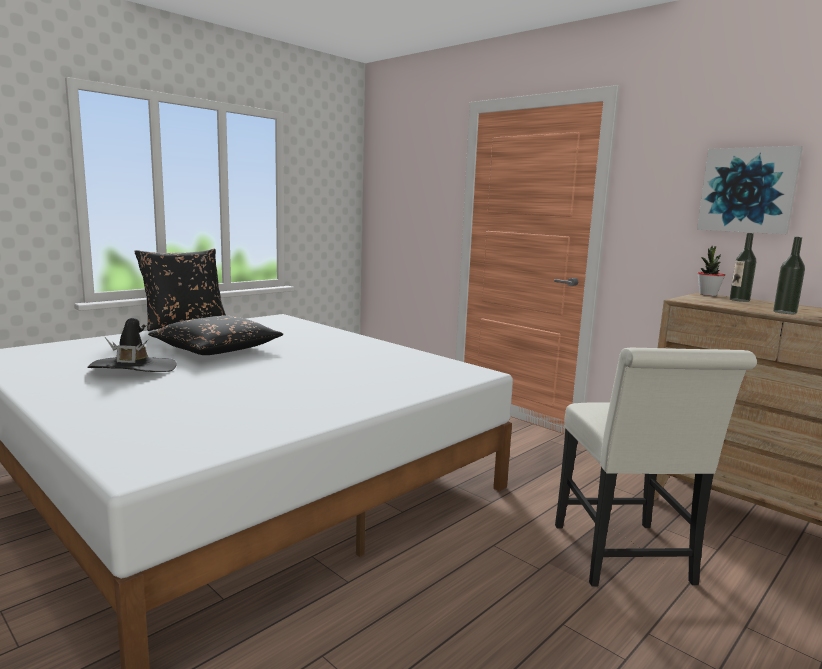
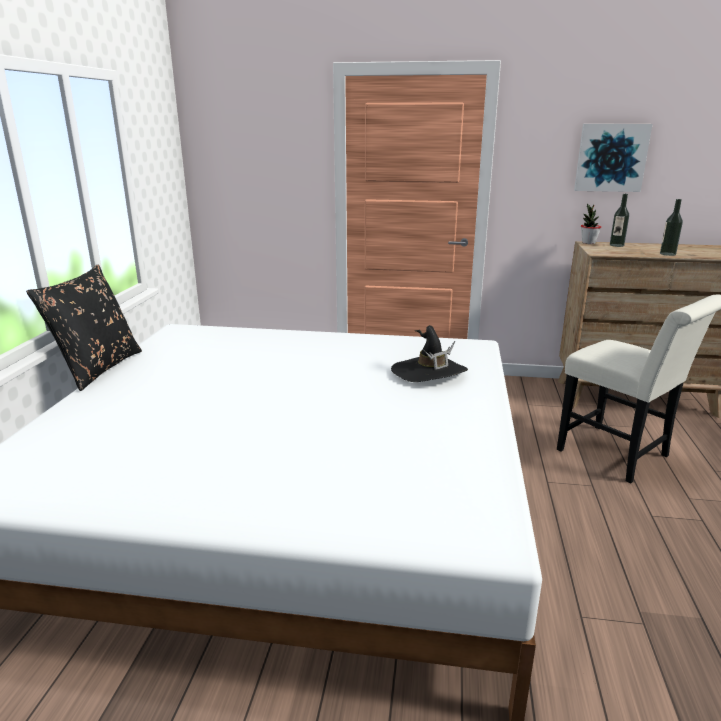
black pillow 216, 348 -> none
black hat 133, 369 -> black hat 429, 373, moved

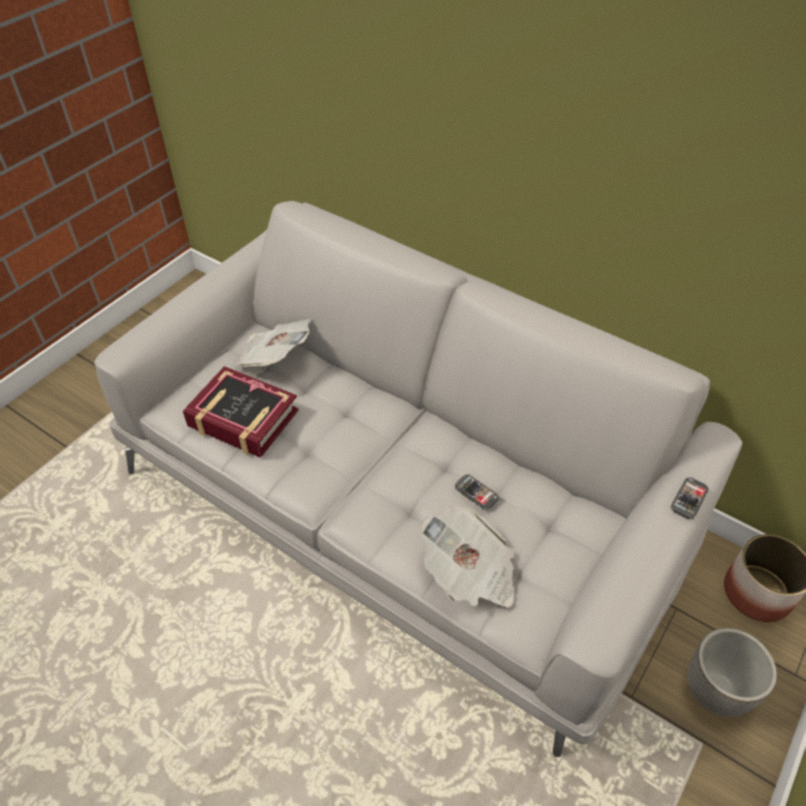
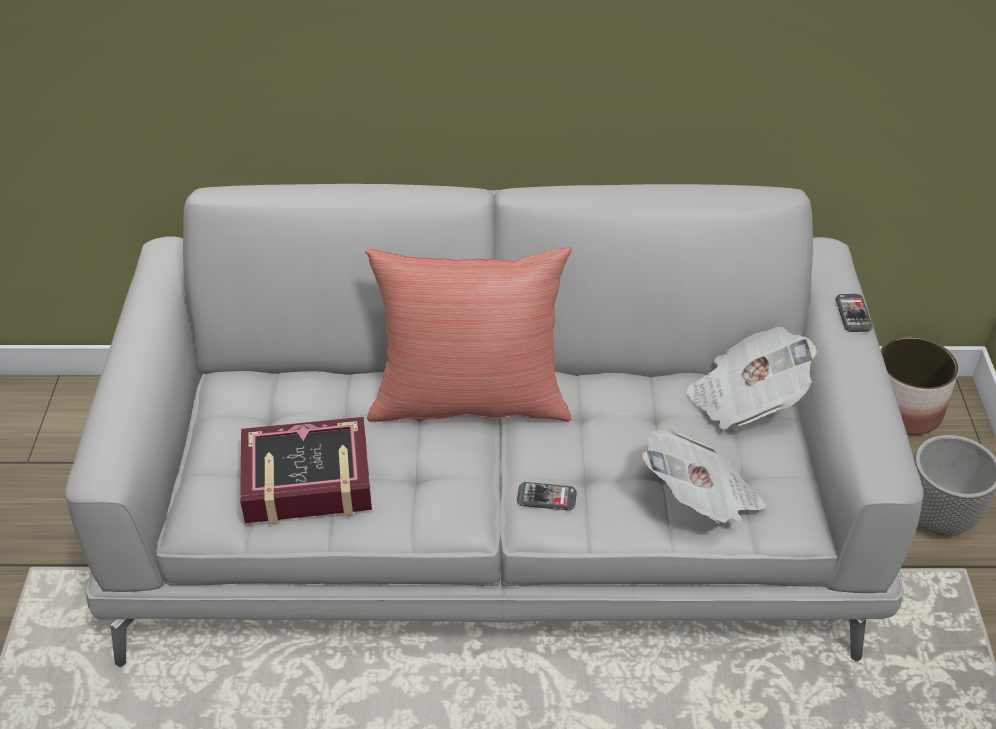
none -> red pillow 470, 400
newspaper 275, 357 -> newspaper 745, 399, moved
phone 476, 493 -> phone 546, 497, moved

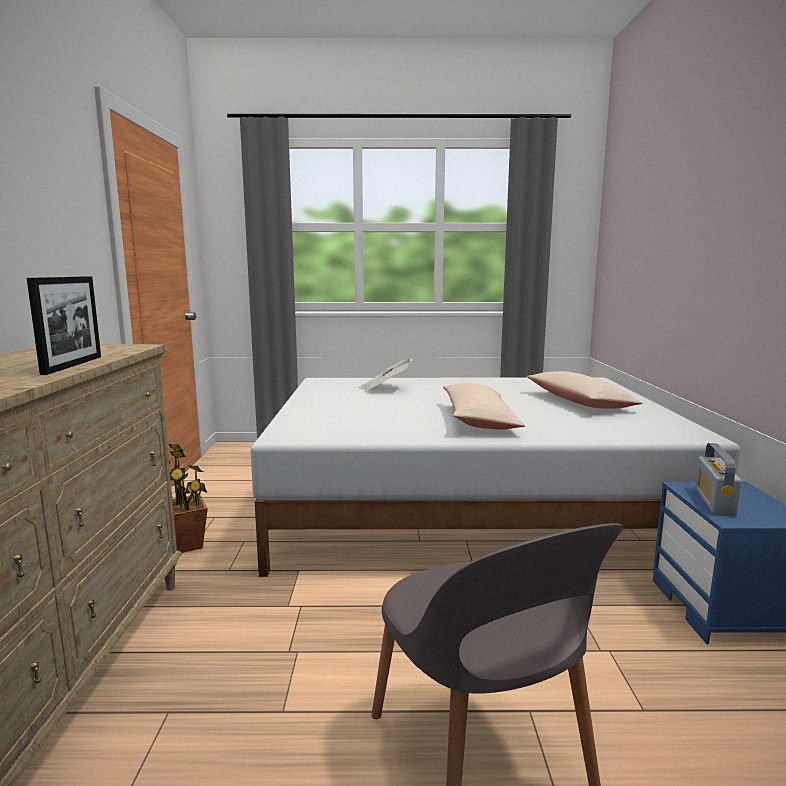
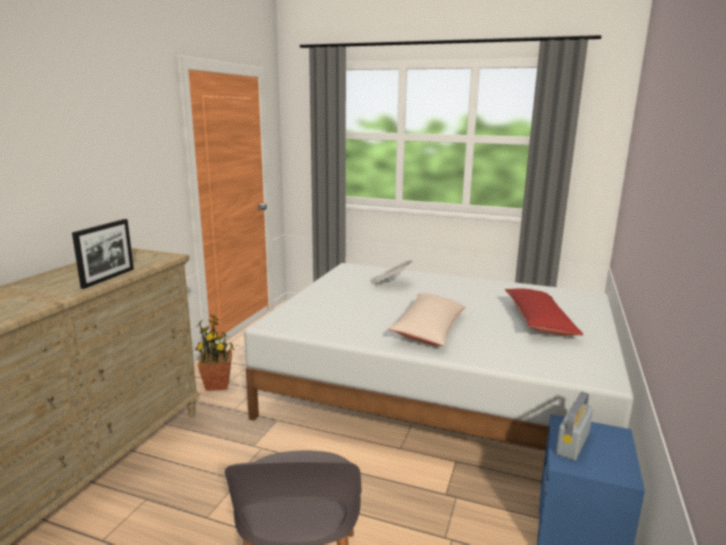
beige pillow 579, 402 -> red pillow 539, 321

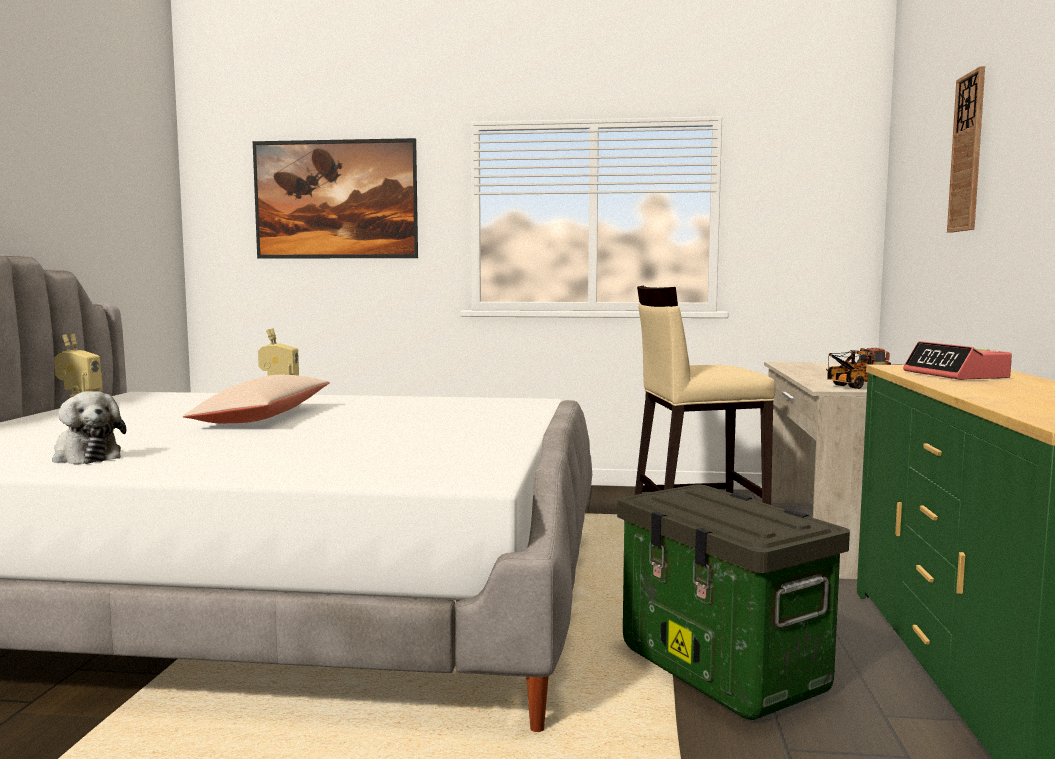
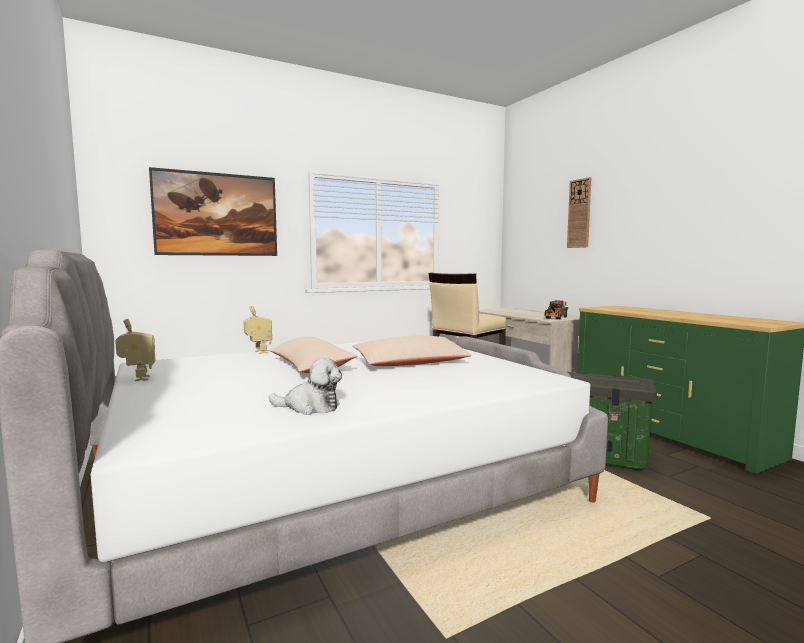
alarm clock 956, 375 -> none
none -> beige pillow 411, 363

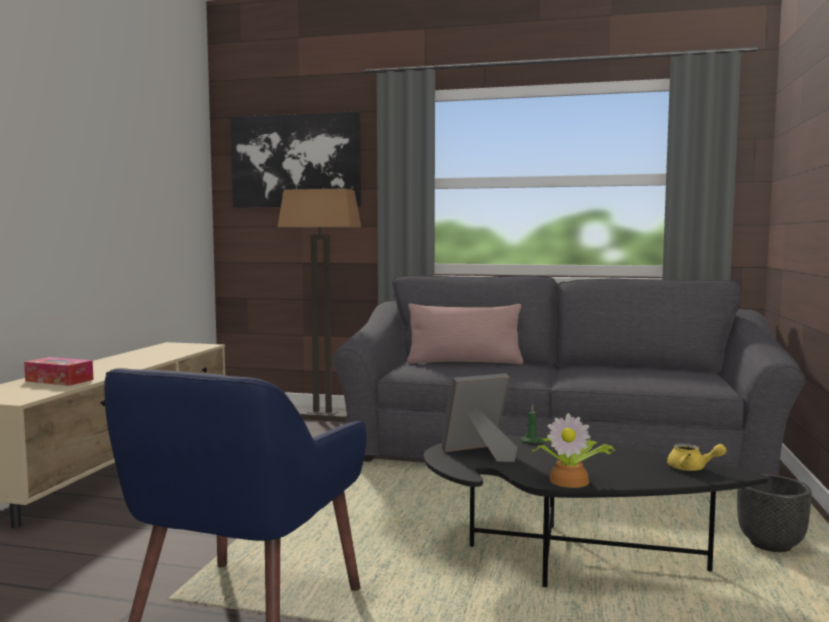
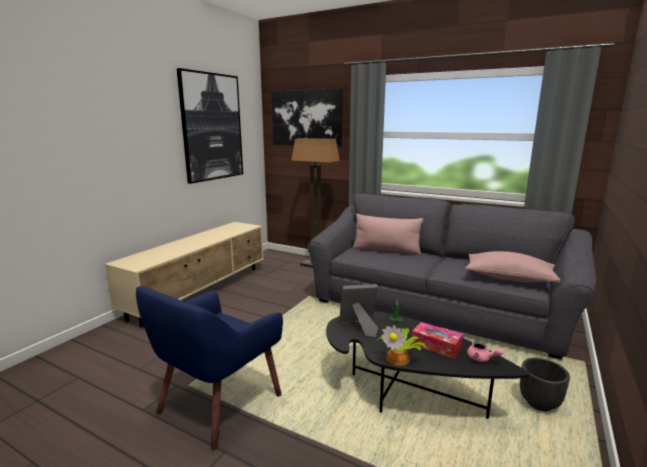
none -> picture 212, 127
none -> pink pillow 508, 278
tissue box 59, 380 -> tissue box 436, 346, moved
yellow teapot 692, 468 -> pink teapot 481, 358

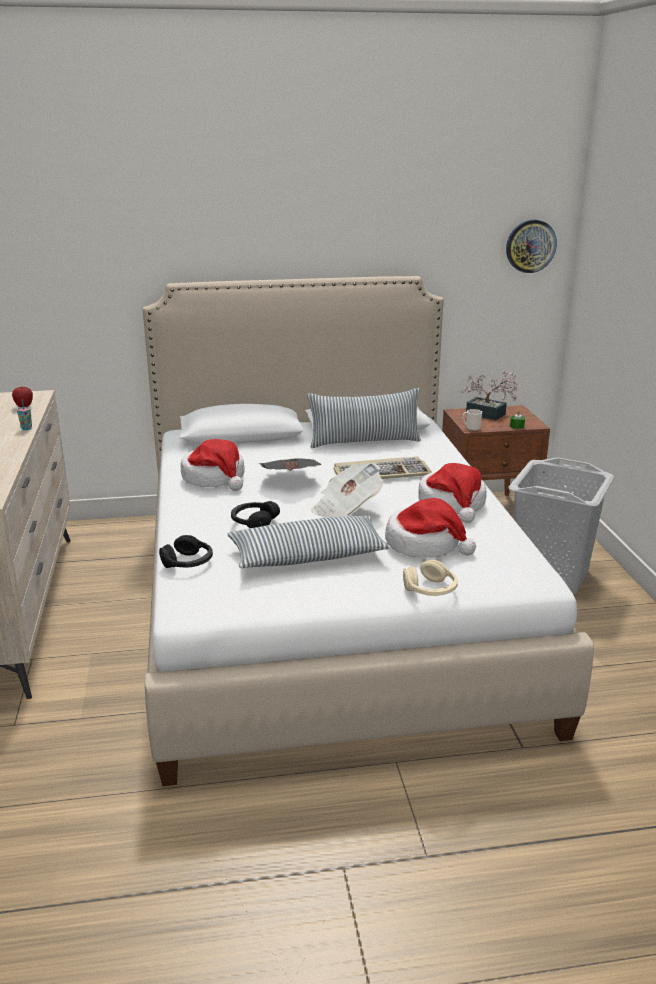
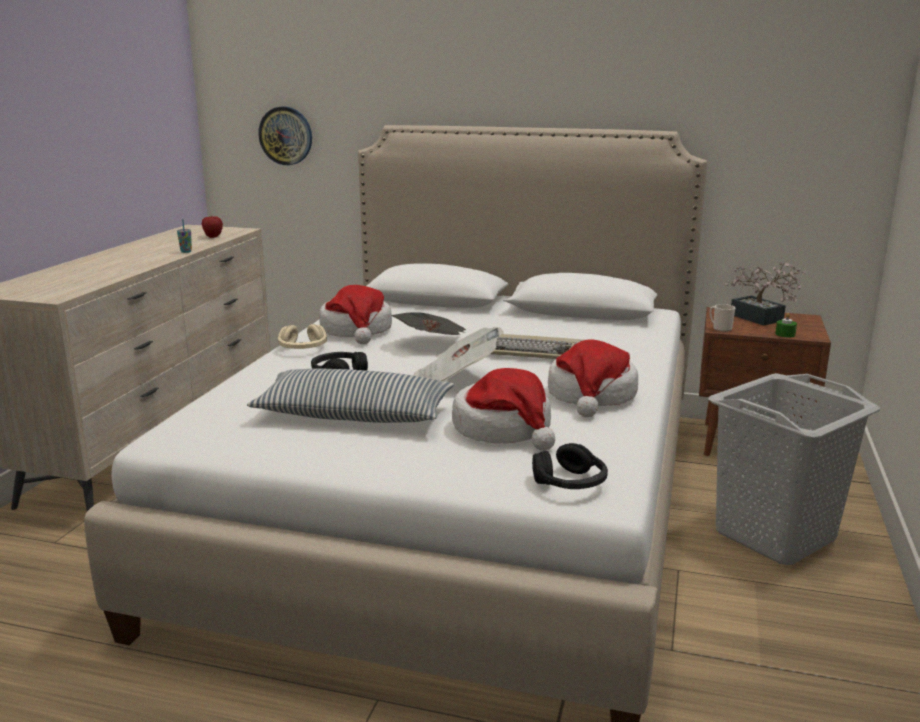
pillow 364, 442 -> none
black headphones 188, 563 -> black headphones 570, 483, moved
beige headphones 430, 590 -> beige headphones 303, 349, moved
wall clock 530, 246 -> wall clock 286, 136, moved

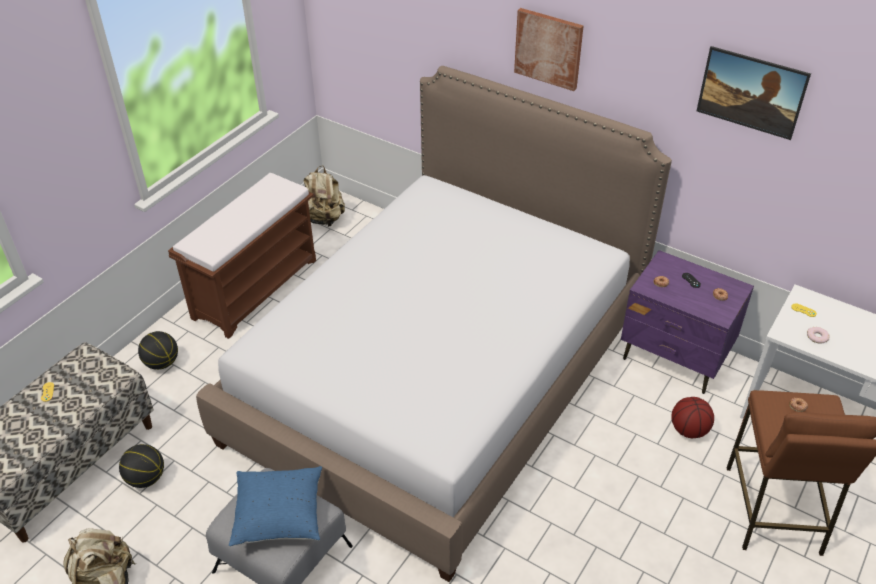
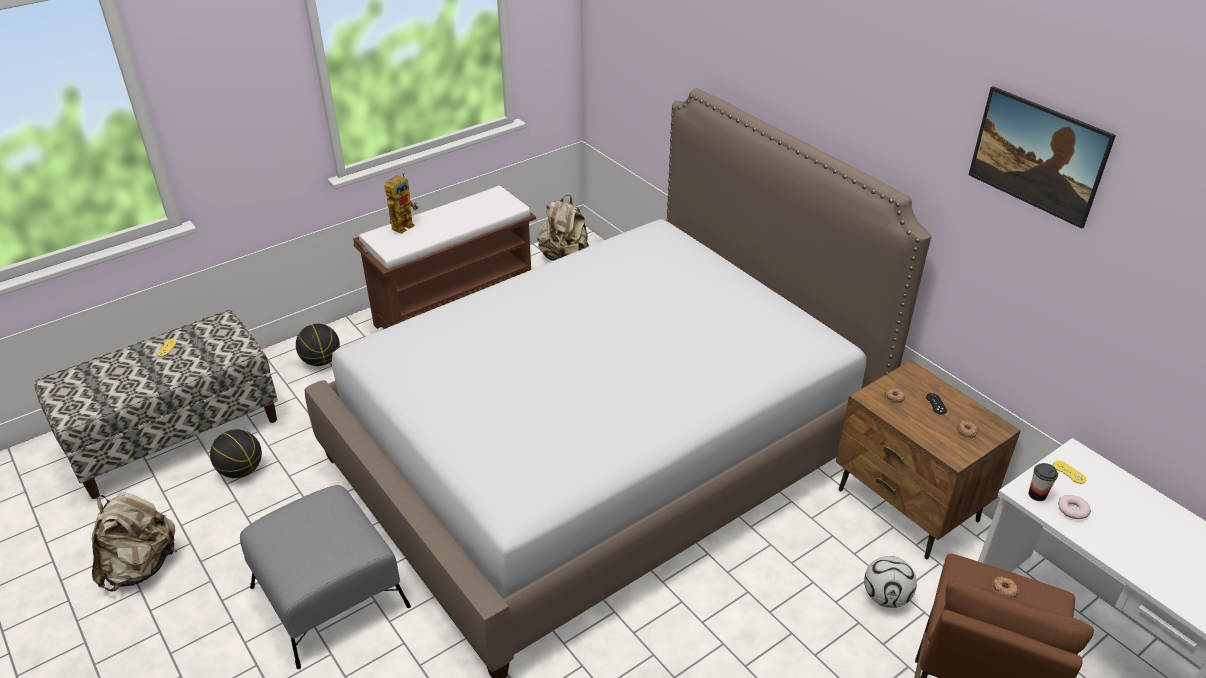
blue pillow 279, 515 -> none
picture 548, 48 -> none
none -> toy robot 404, 224
none -> cup 1037, 495
basketball 689, 430 -> football 886, 597
purple nightstand 675, 358 -> brown nightstand 908, 506

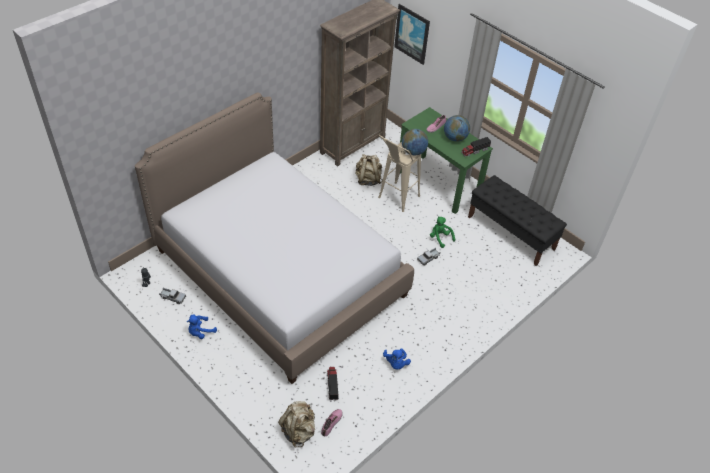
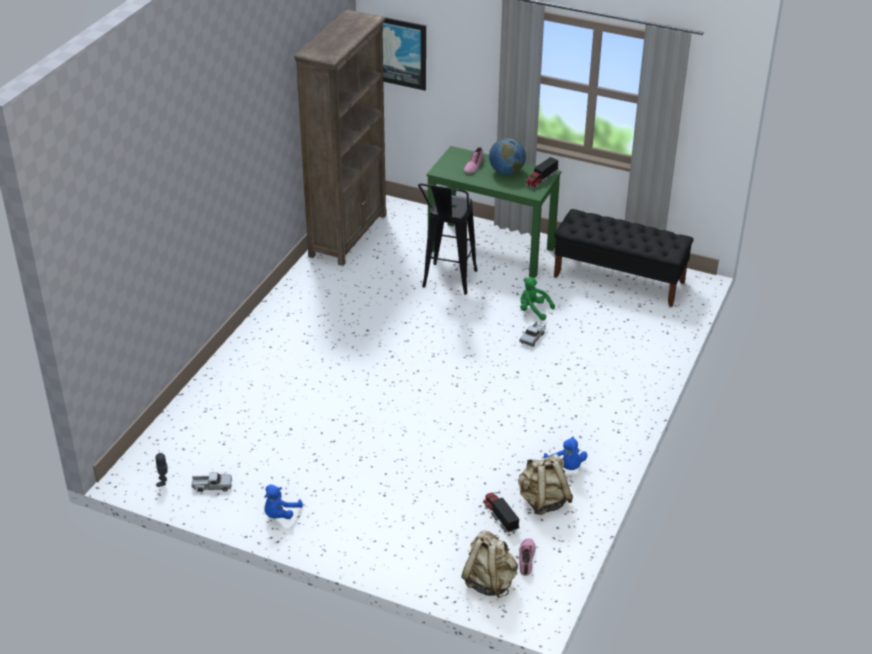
bed 279, 272 -> none
globe 413, 152 -> none
beige backpack 368, 179 -> beige backpack 543, 501, moved
beige stool 395, 200 -> black stool 447, 284

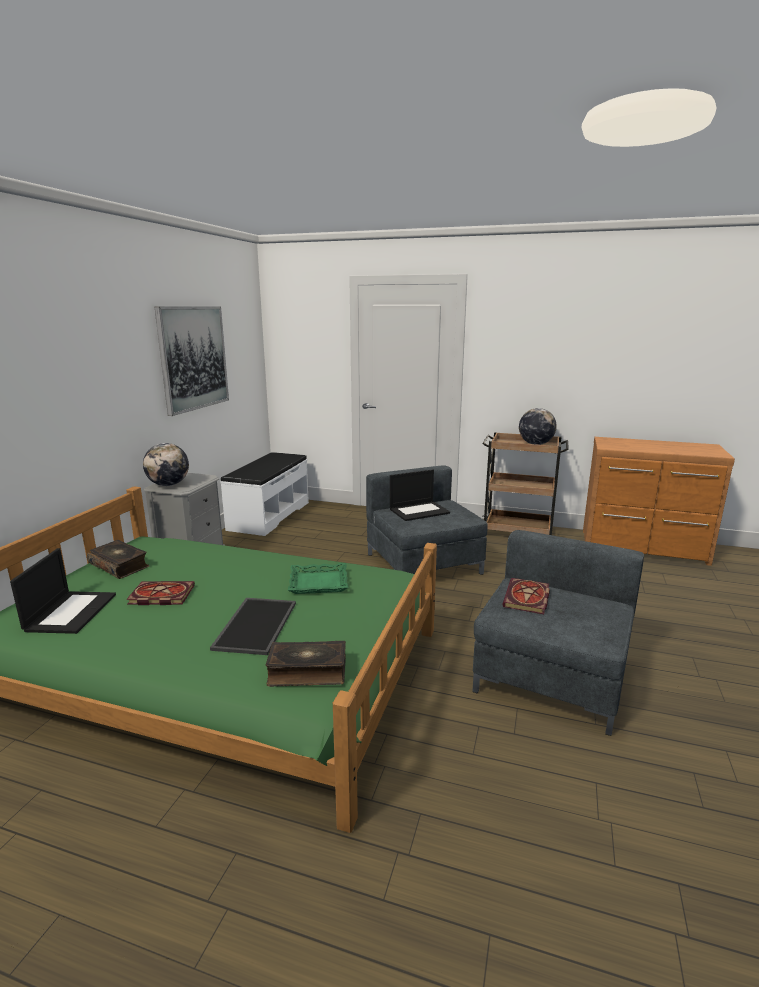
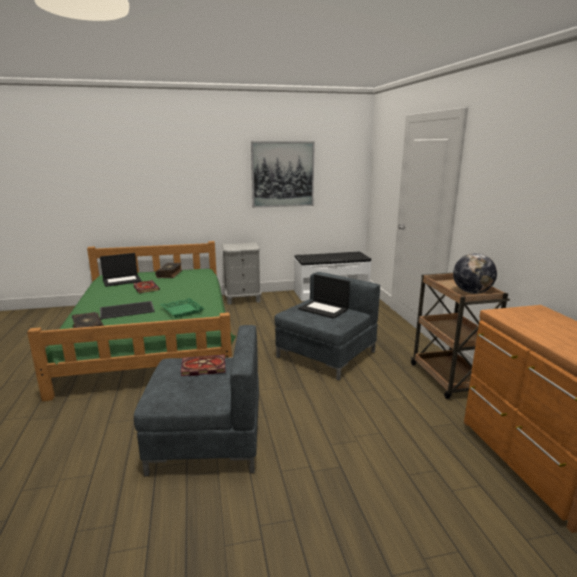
globe 168, 485 -> none

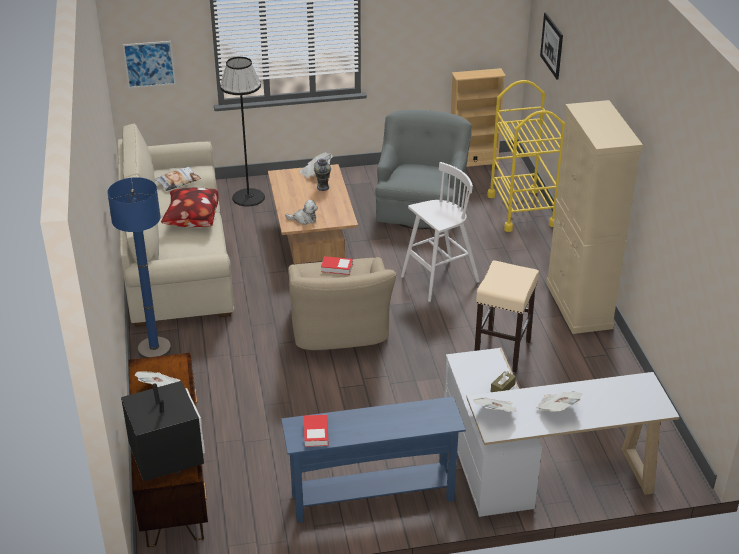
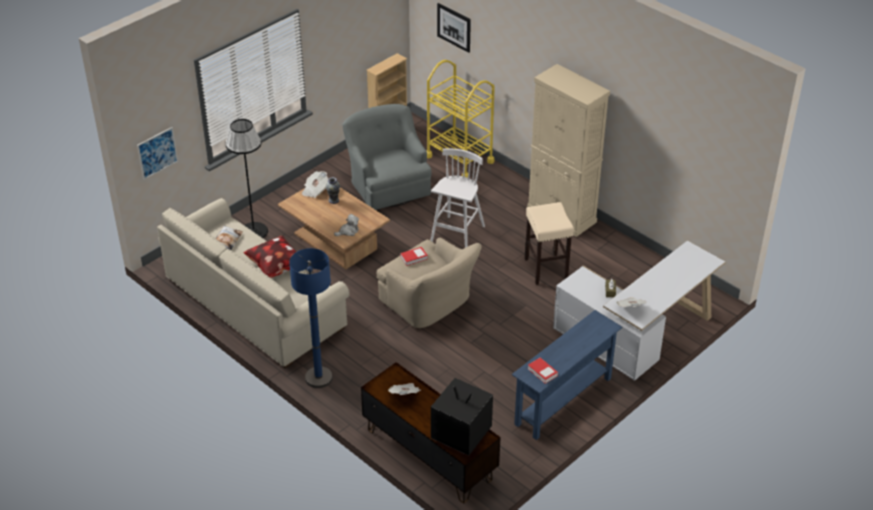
newspaper 557, 409 -> none

